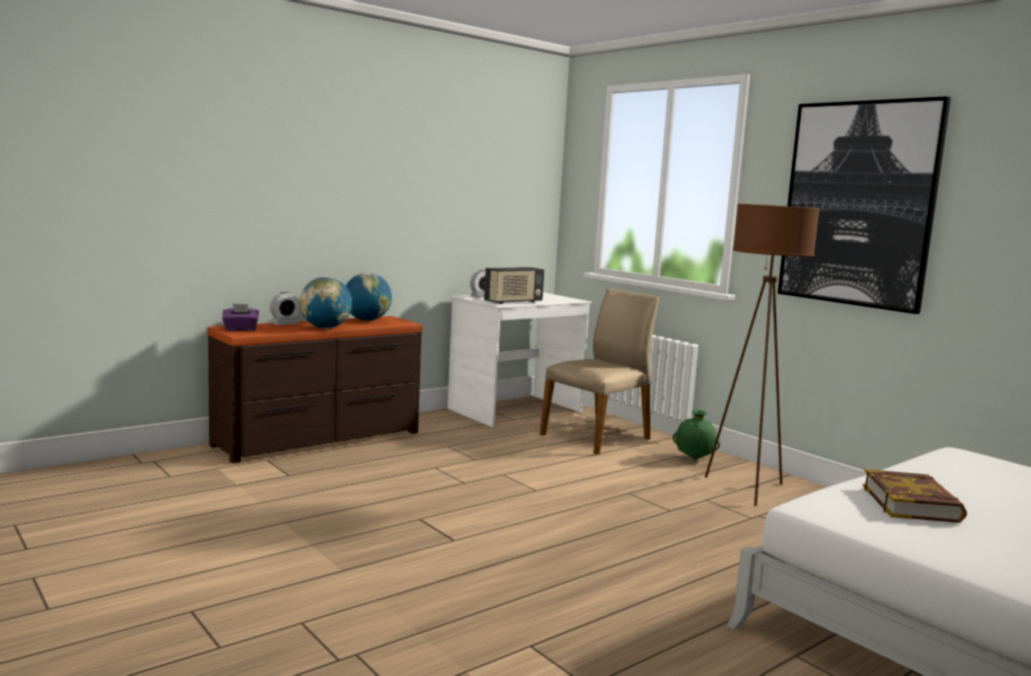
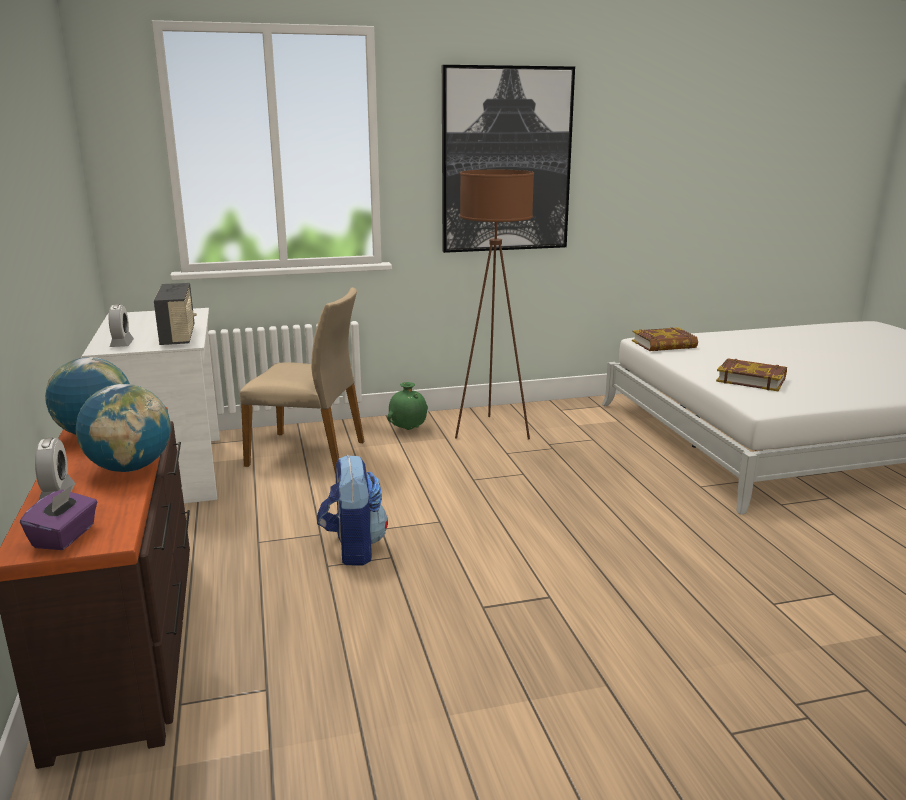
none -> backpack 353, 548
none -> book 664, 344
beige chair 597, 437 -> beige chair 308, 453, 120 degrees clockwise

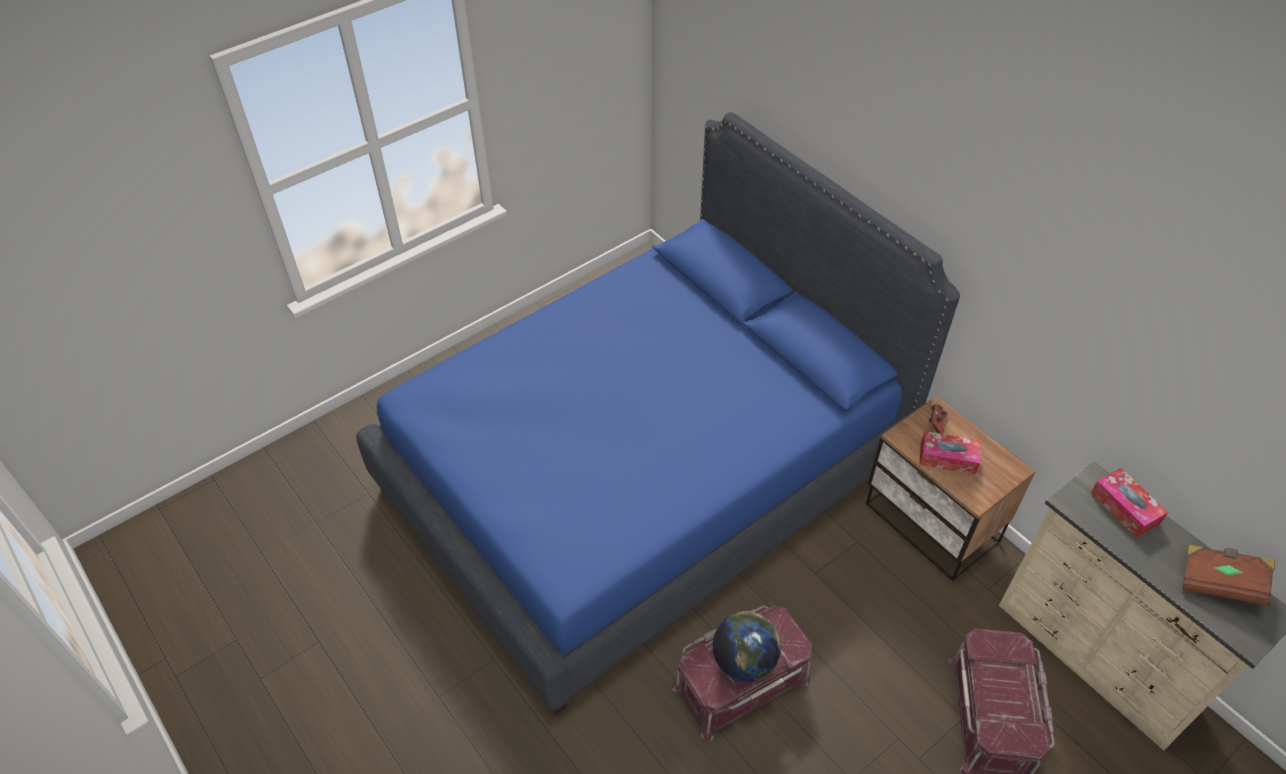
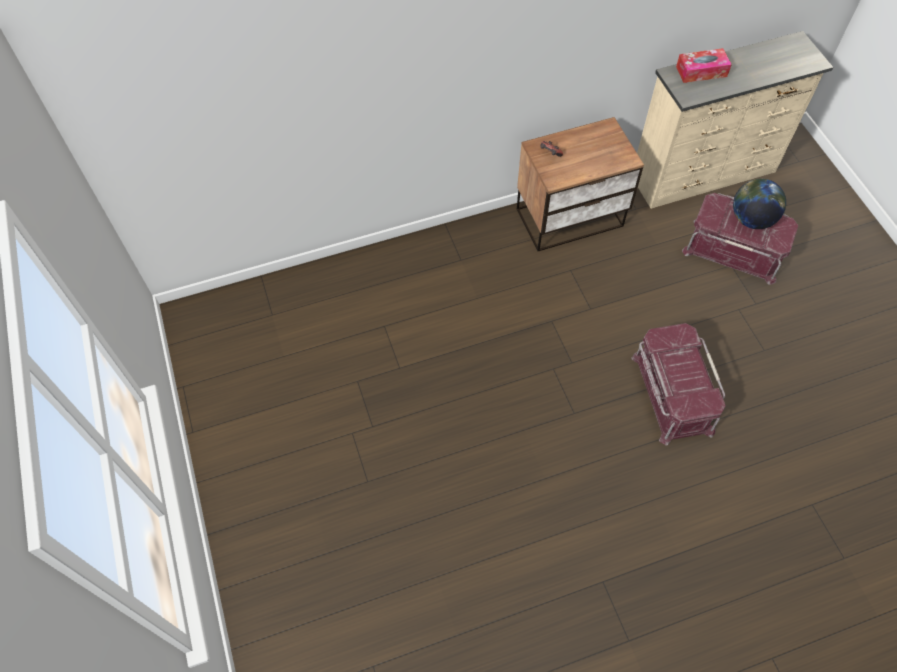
blue bed 643, 475 -> none
tissue box 947, 458 -> none
brown book 1220, 582 -> none
globe 744, 661 -> globe 751, 219, moved

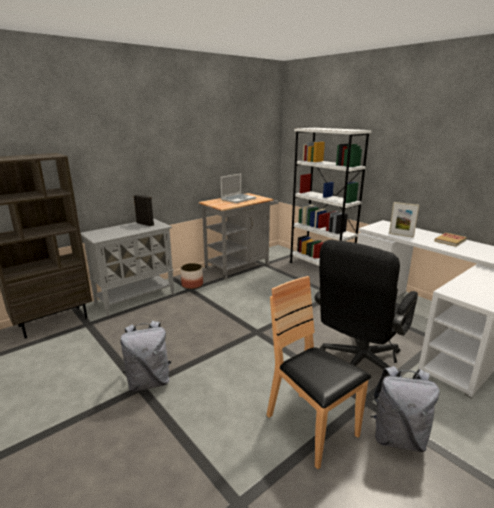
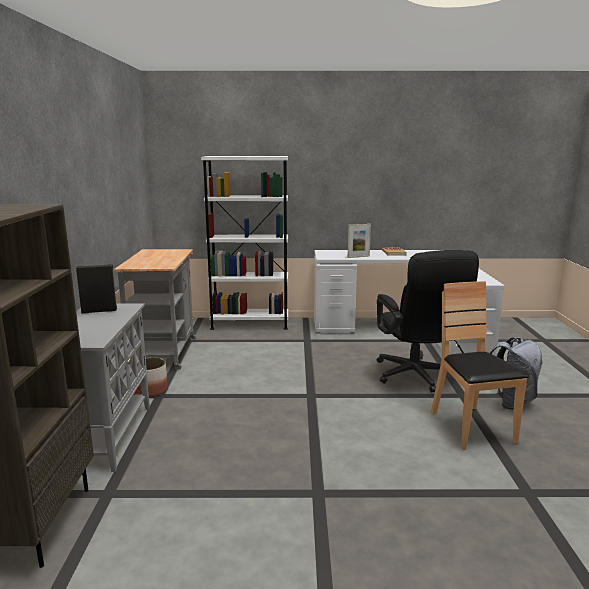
grey backpack 149, 382 -> none
laptop 238, 199 -> none
brown chair 311, 427 -> brown chair 471, 427, 75 degrees clockwise

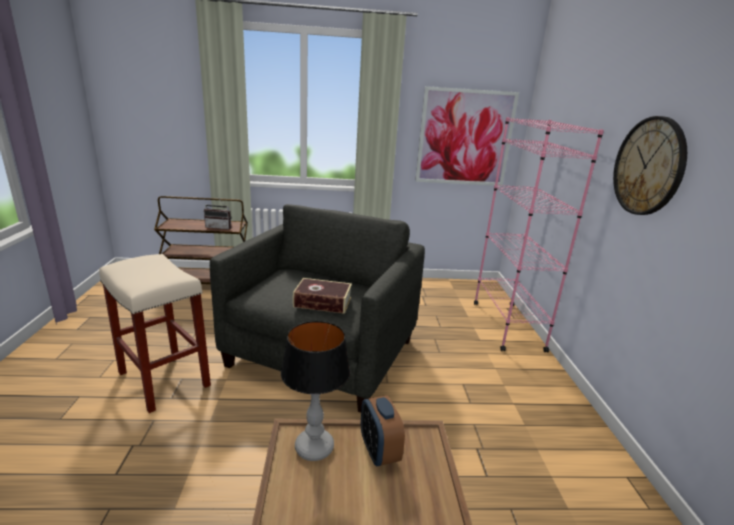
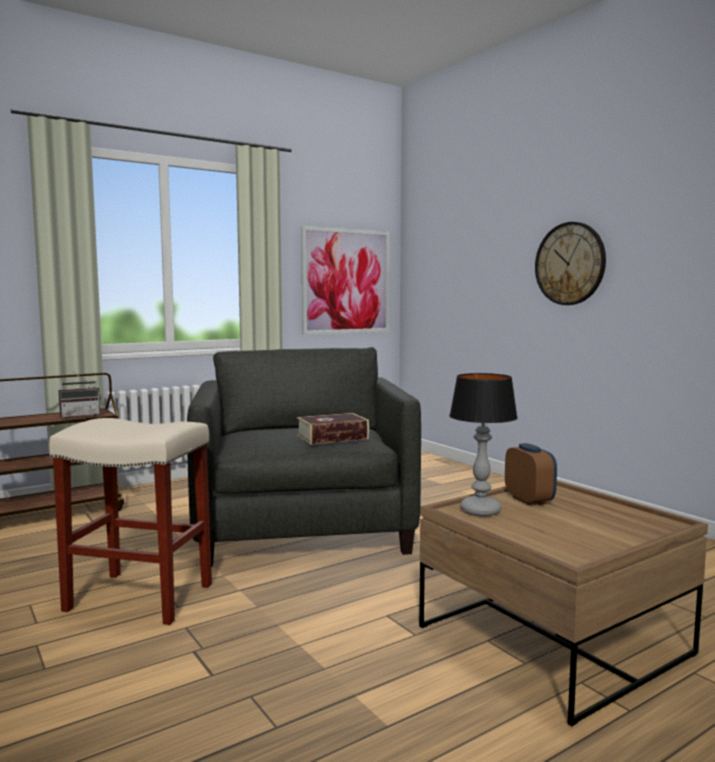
pink bookcase 507, 325 -> none
alarm clock 379, 451 -> alarm clock 529, 500, 150 degrees counterclockwise

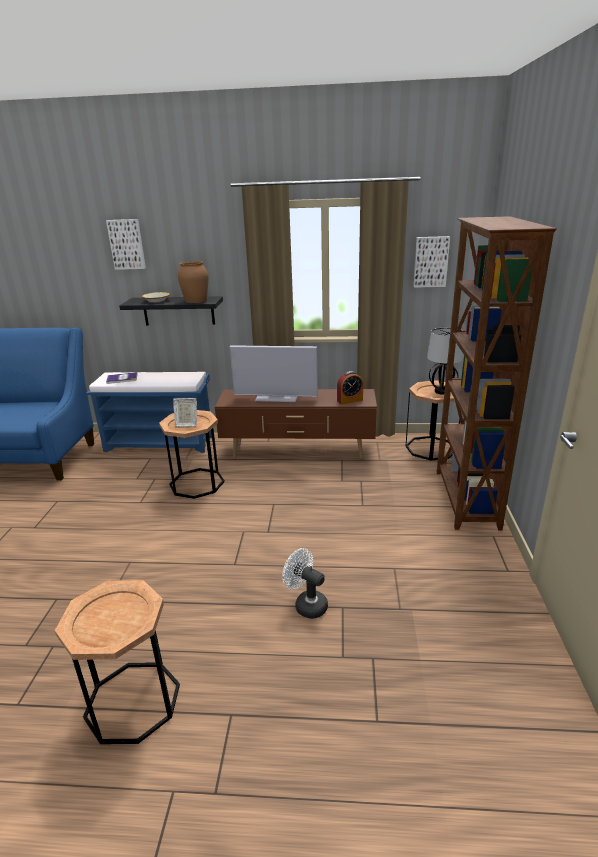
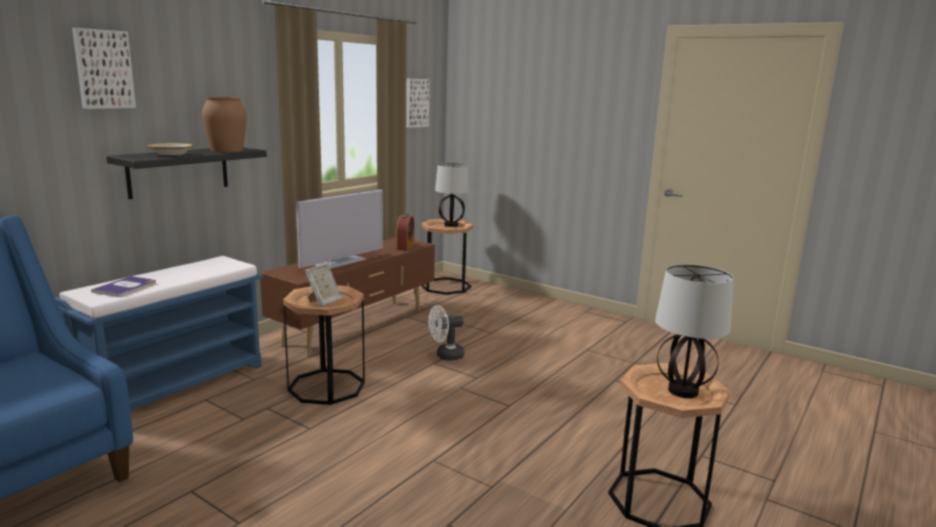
brown bookcase 465, 499 -> none
none -> table lamp 682, 391
white fan 306, 604 -> white fan 445, 356, moved

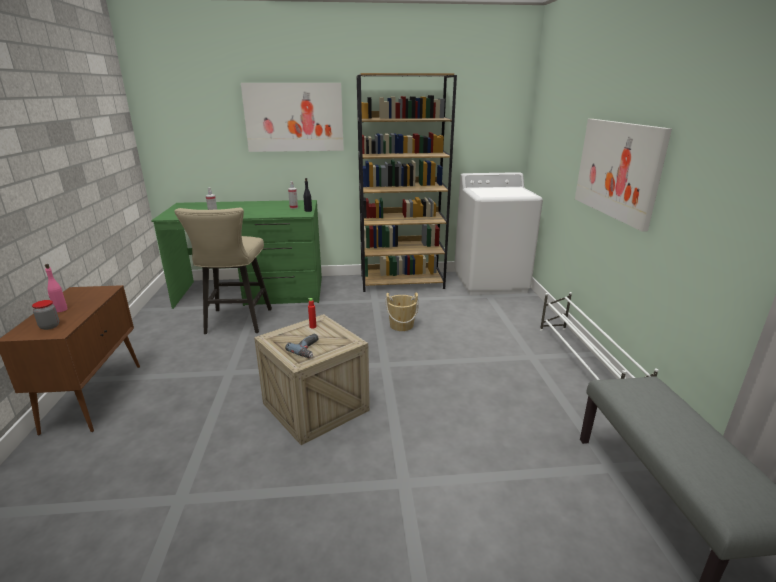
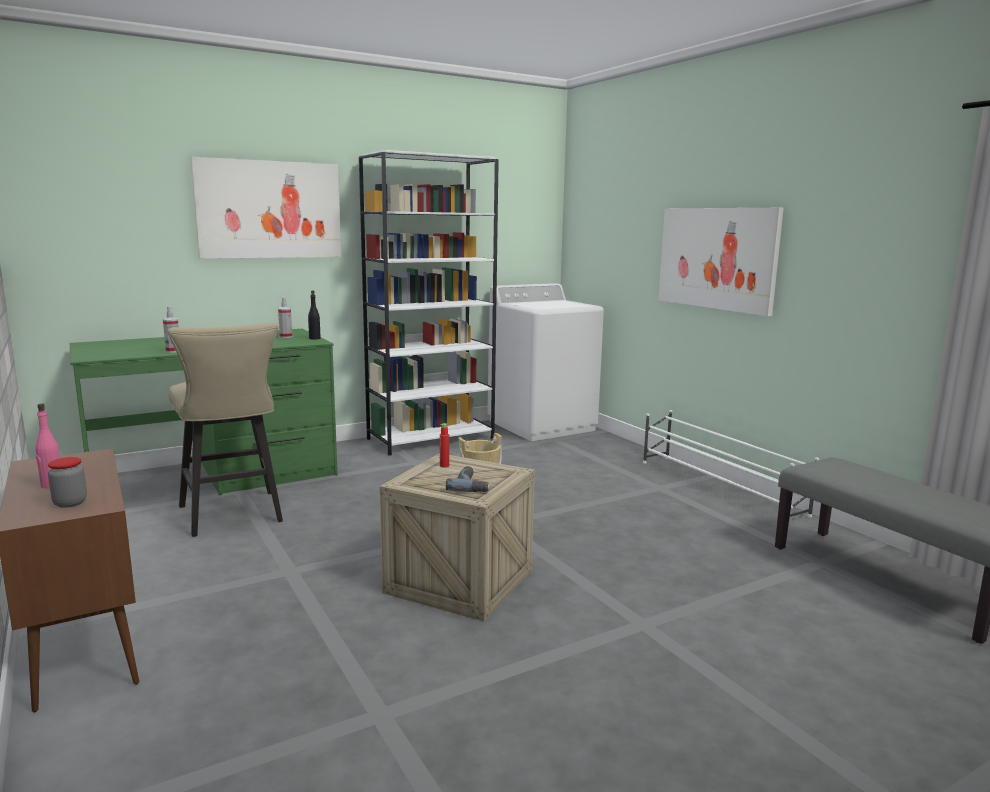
brown bookcase 402, 282 -> white bookcase 431, 438

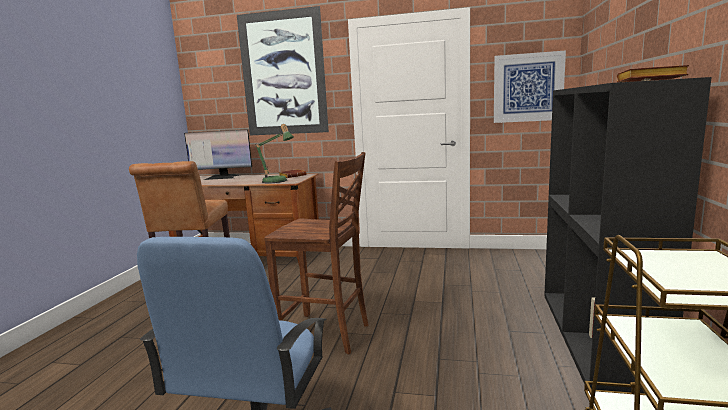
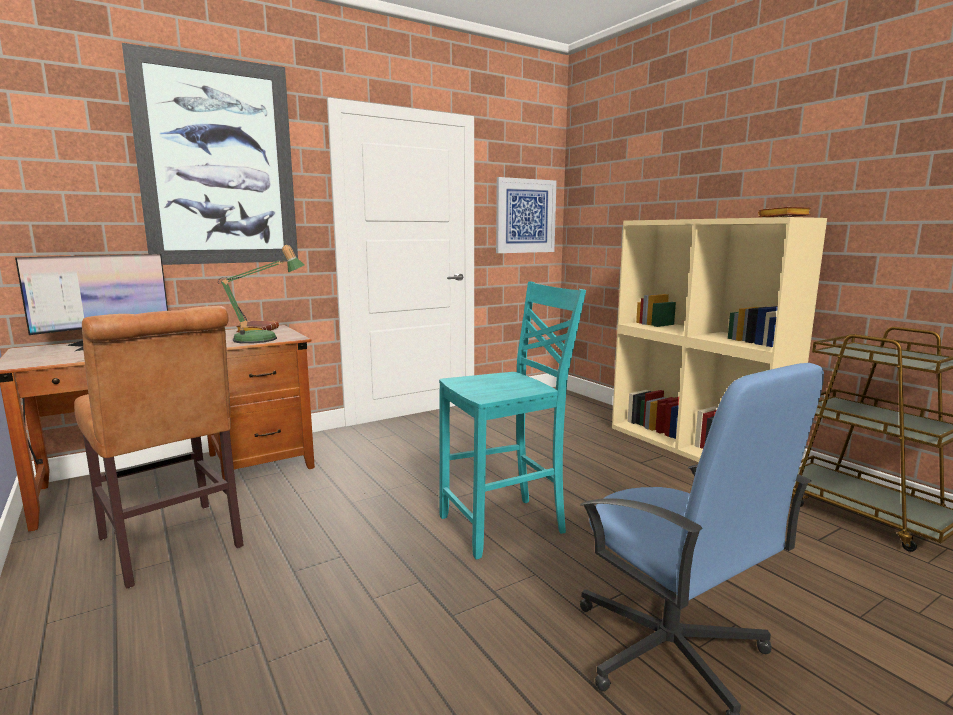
brown chair 326, 334 -> turquoise chair 505, 526
black bookcase 596, 338 -> beige bookcase 695, 447

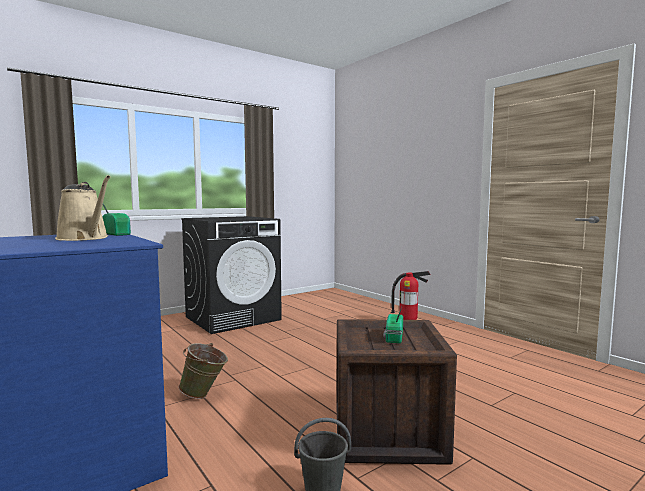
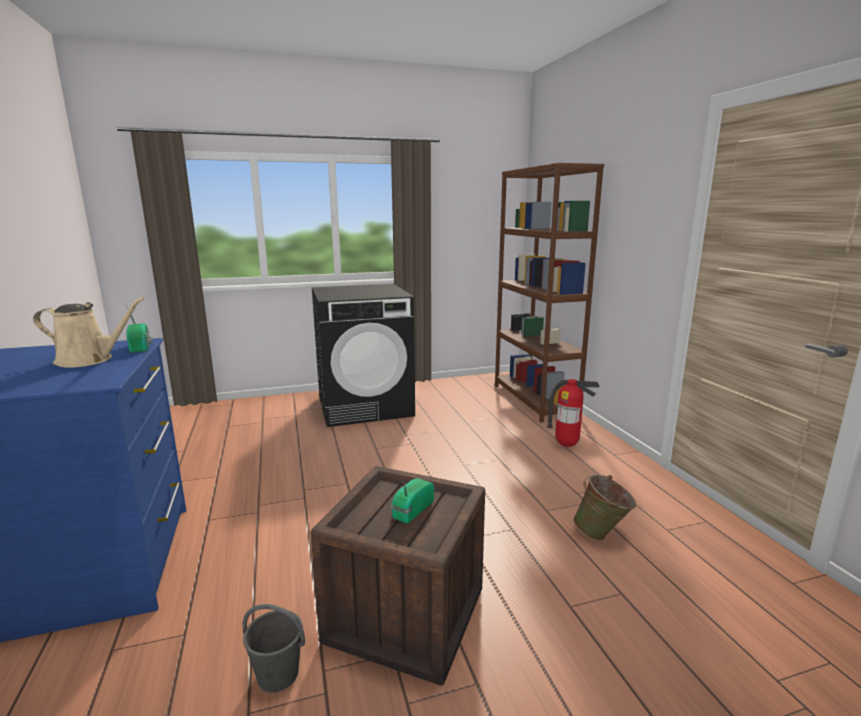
none -> brown bookcase 534, 400
green bucket 204, 395 -> green bucket 602, 535, moved
beige watering can 85, 238 -> beige watering can 89, 360, 60 degrees counterclockwise

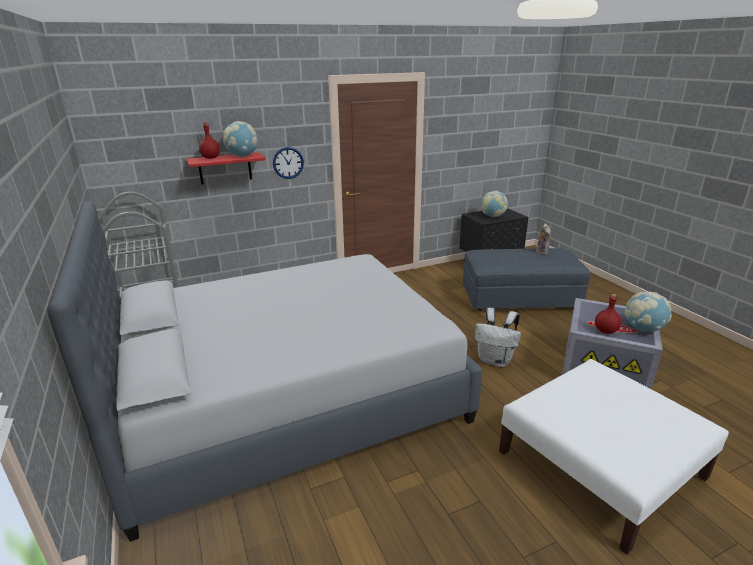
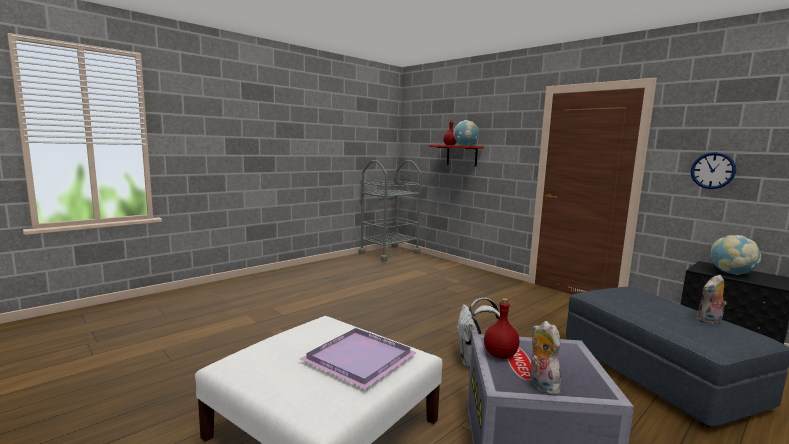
grey bed 288, 396 -> none
none -> purple tray 359, 358
wall clock 288, 163 -> wall clock 712, 170, moved
globe 643, 329 -> plush toy 541, 385

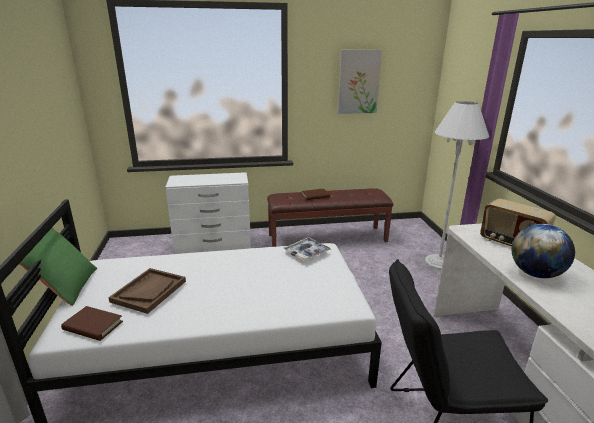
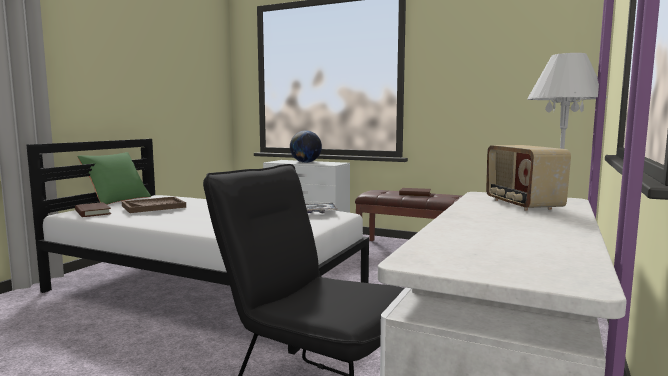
picture 358, 82 -> none
globe 535, 274 -> globe 306, 162, moved

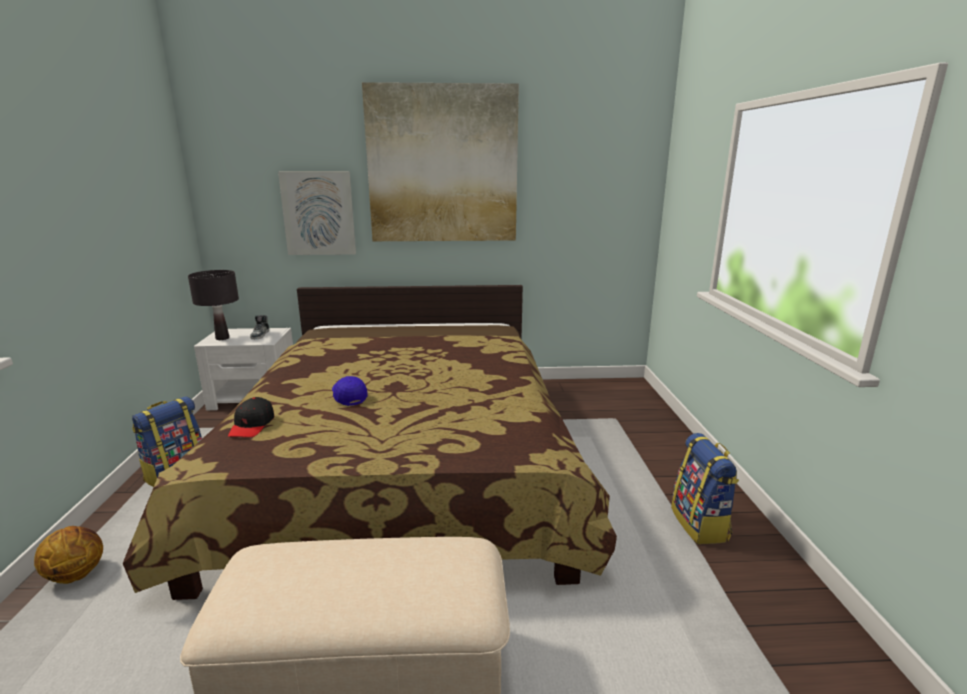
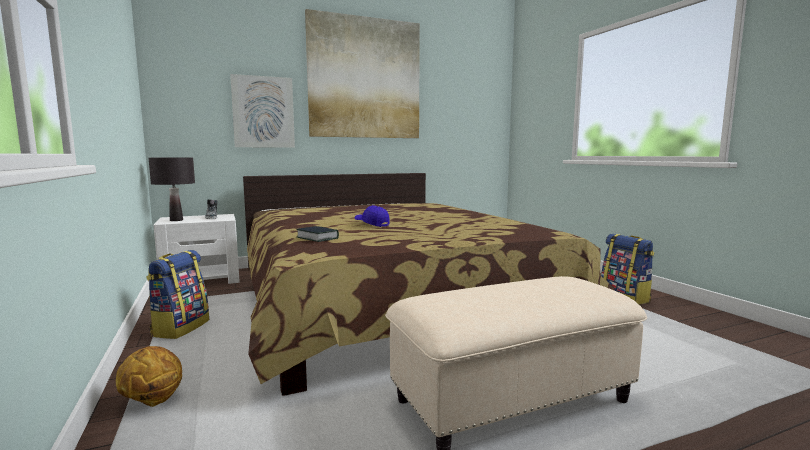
black cap 252, 425 -> book 317, 238

